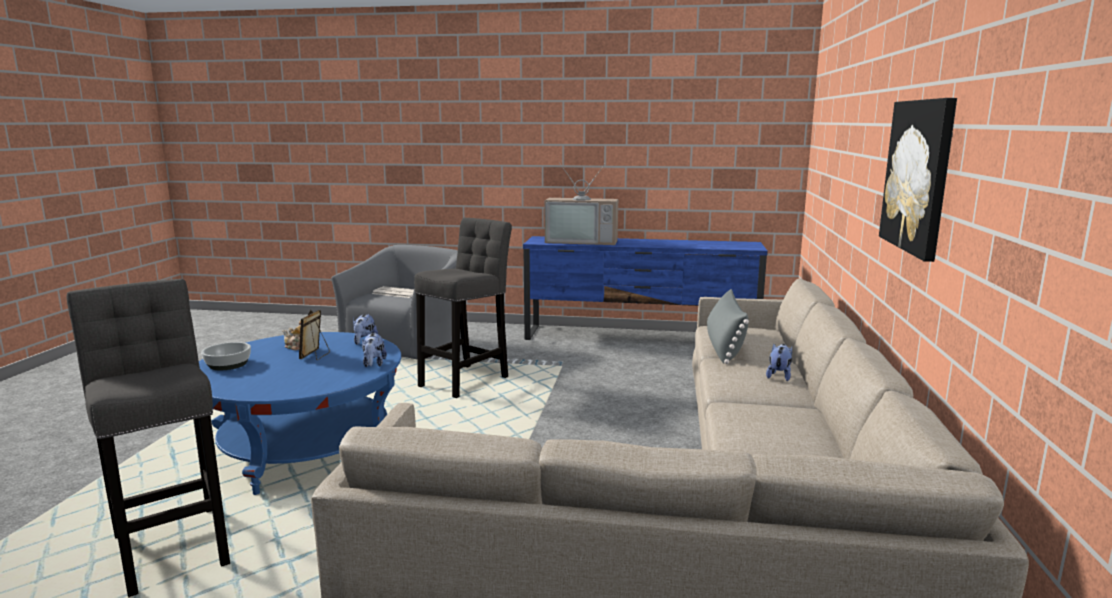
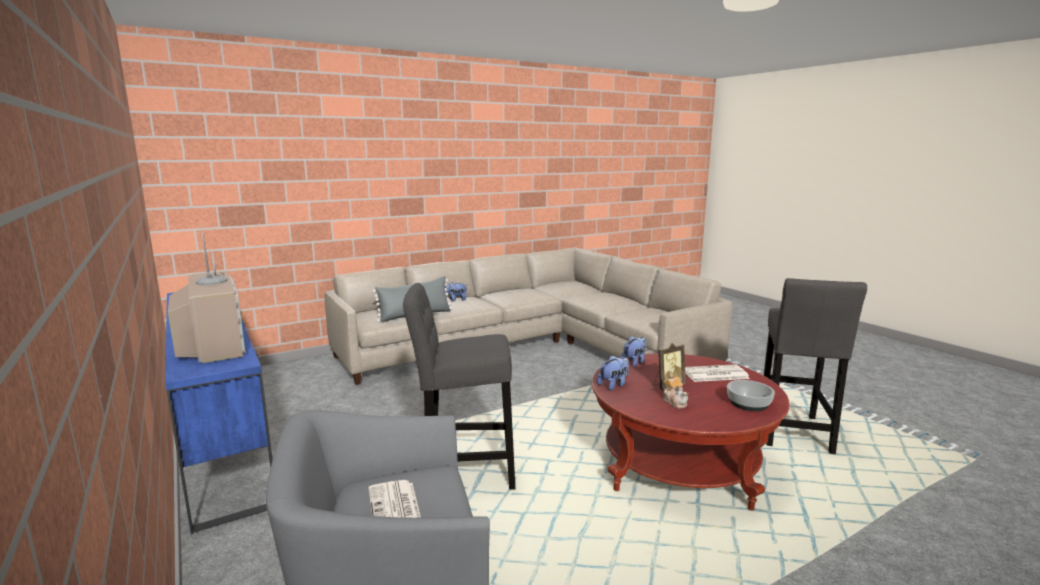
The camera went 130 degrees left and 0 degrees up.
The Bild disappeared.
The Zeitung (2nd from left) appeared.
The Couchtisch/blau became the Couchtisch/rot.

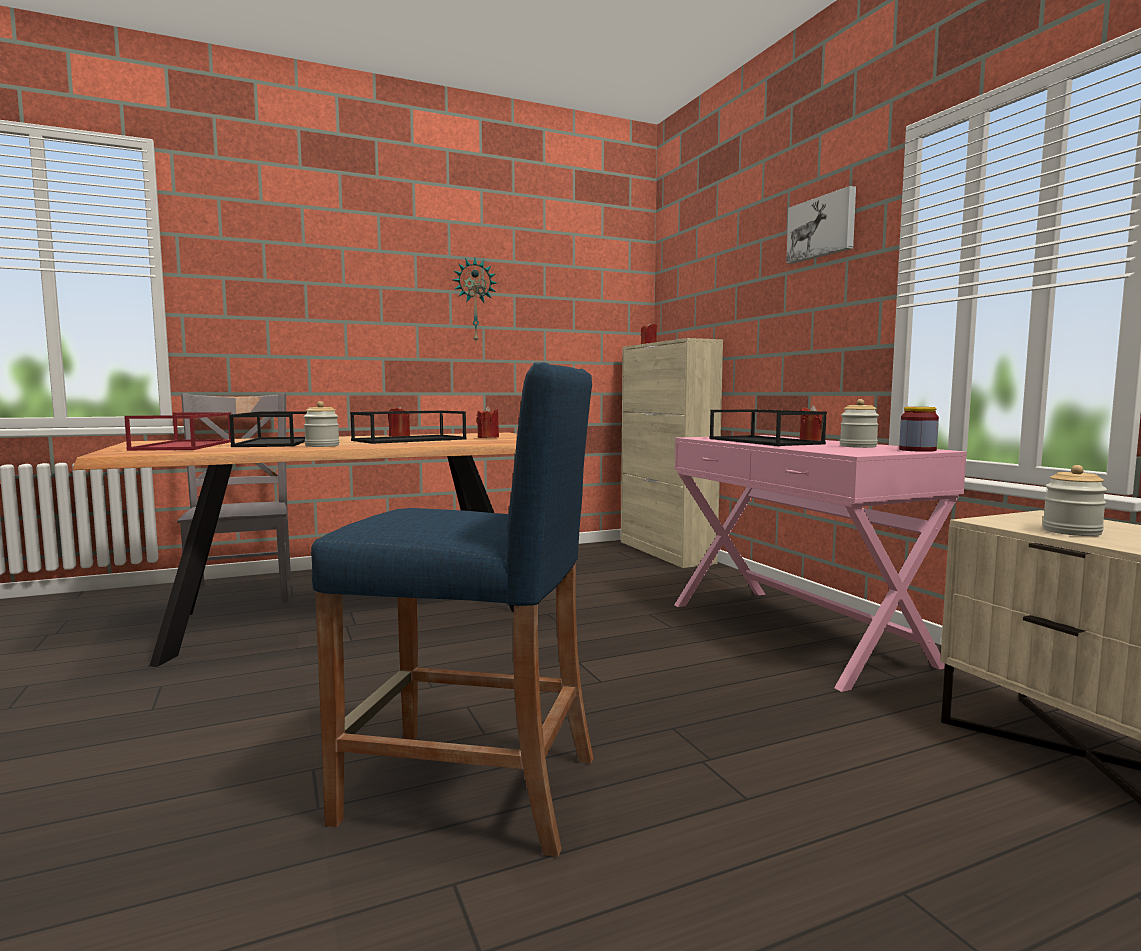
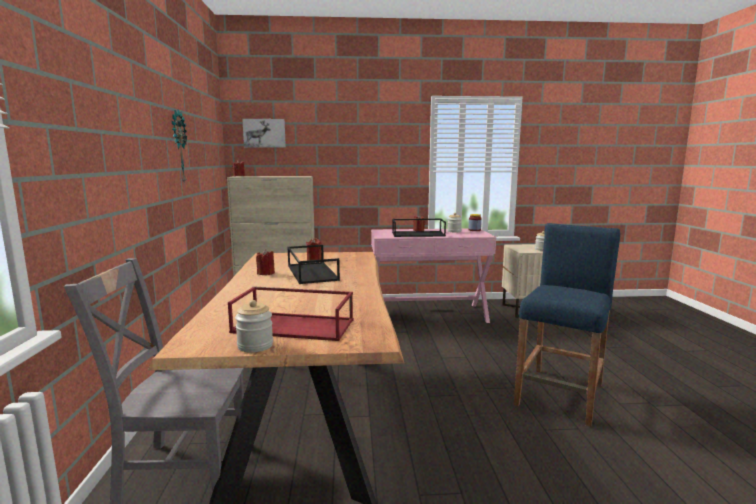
The camera went 70 degrees left and 5 degrees up.
The Tablett/schwarz (1st from left) disappeared.
The Vorratsglas (1st from left) moved.
The Bild moved.

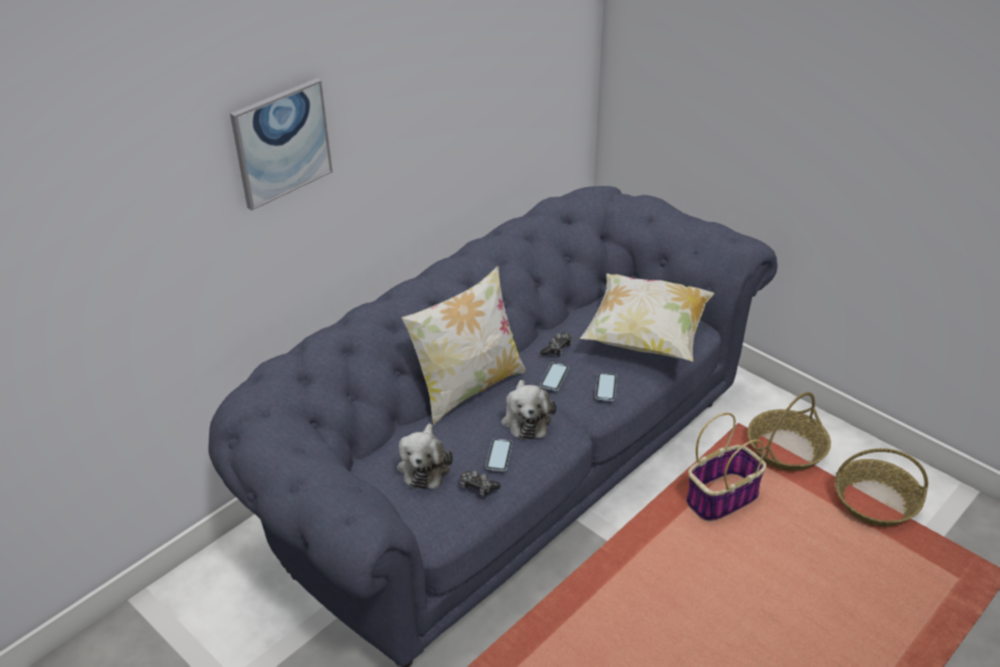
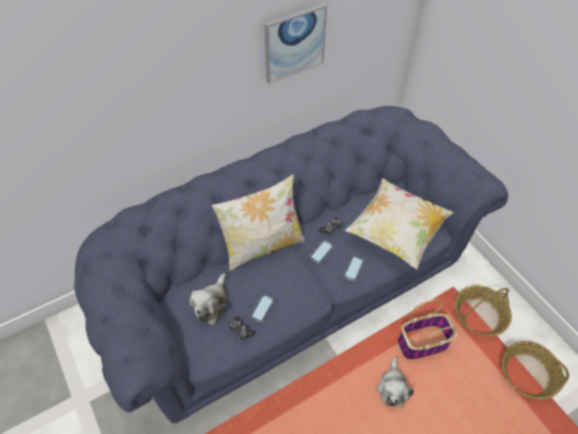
The camera went 15 degrees right and 15 degrees up.
The Bild moved.
The Plüschtier (2nd from left) moved.

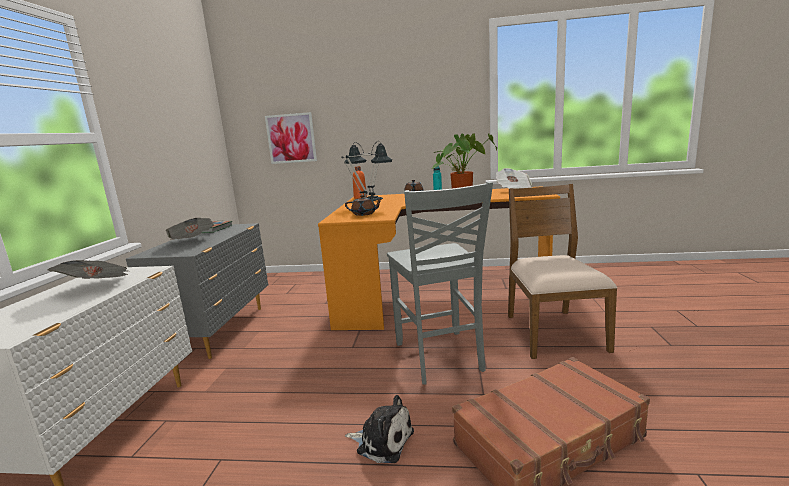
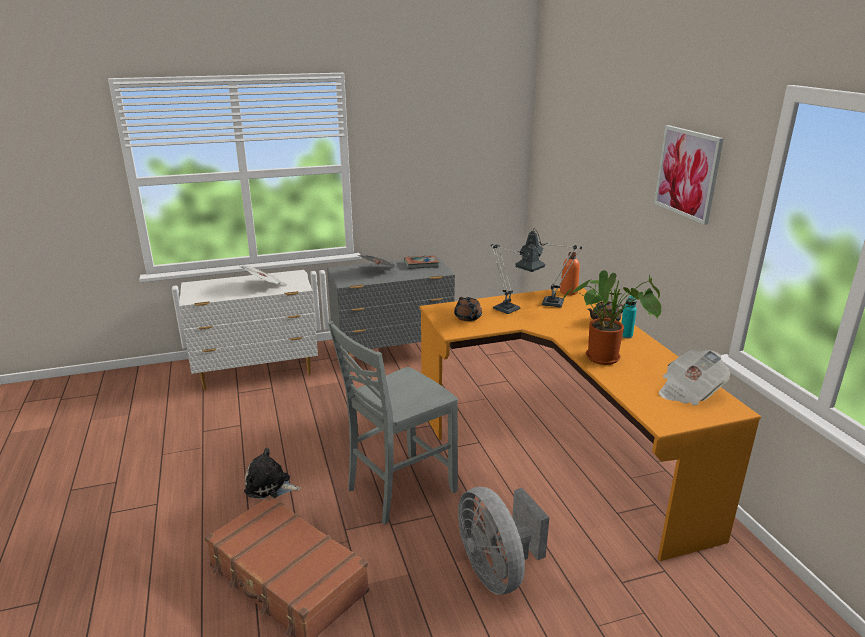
The camera went 65 degrees right and 10 degrees up.
The Bild moved.
The Stuhl/braun was replaced by the Ventilator/grau.
The Plüschtier turned 105 degrees clockwise.

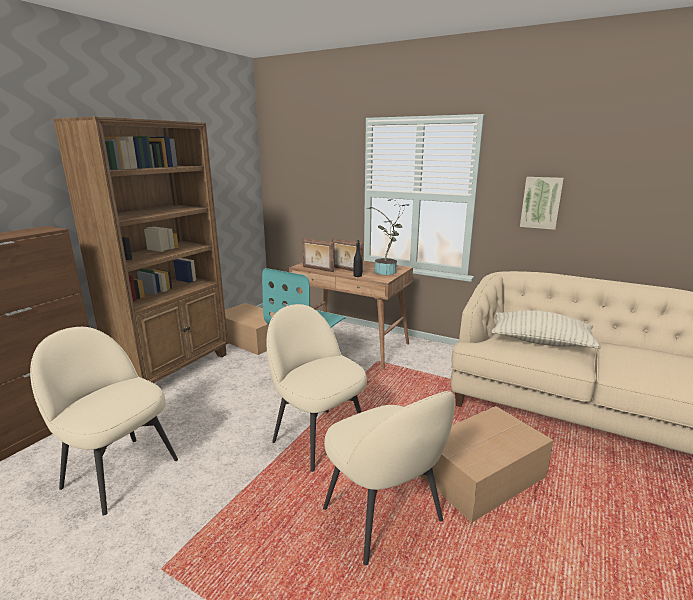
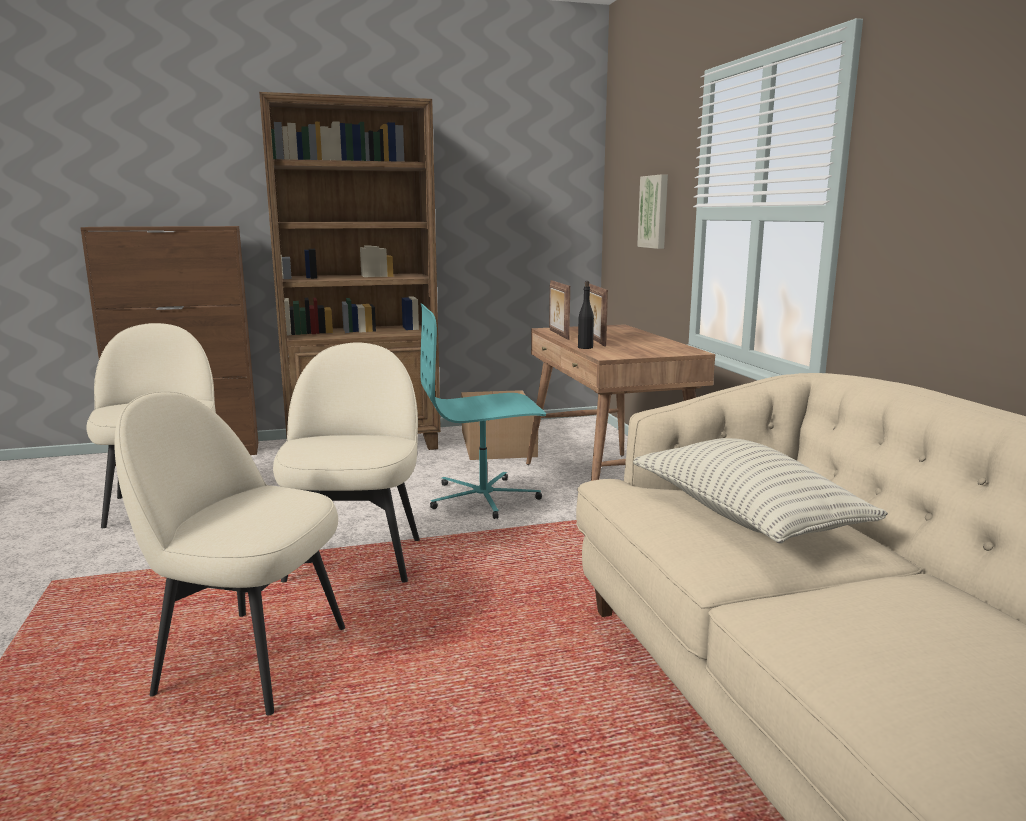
The camera went 45 degrees right and 5 degrees down.
The Topfpflanze disappeared.
The Karton (2nd from left) disappeared.
The Bild moved.
The Stuhl/beige (3rd from left in the first image) turned 90 degrees clockwise.

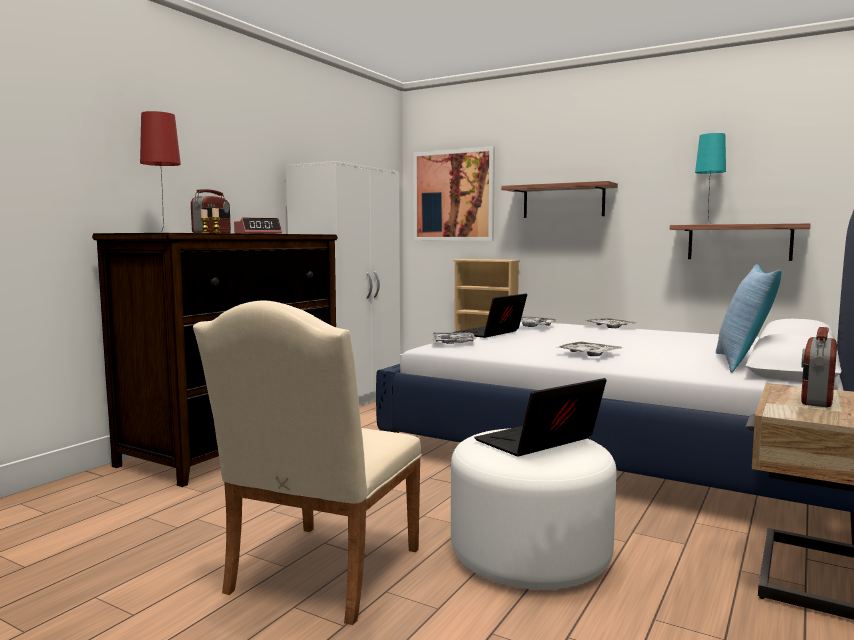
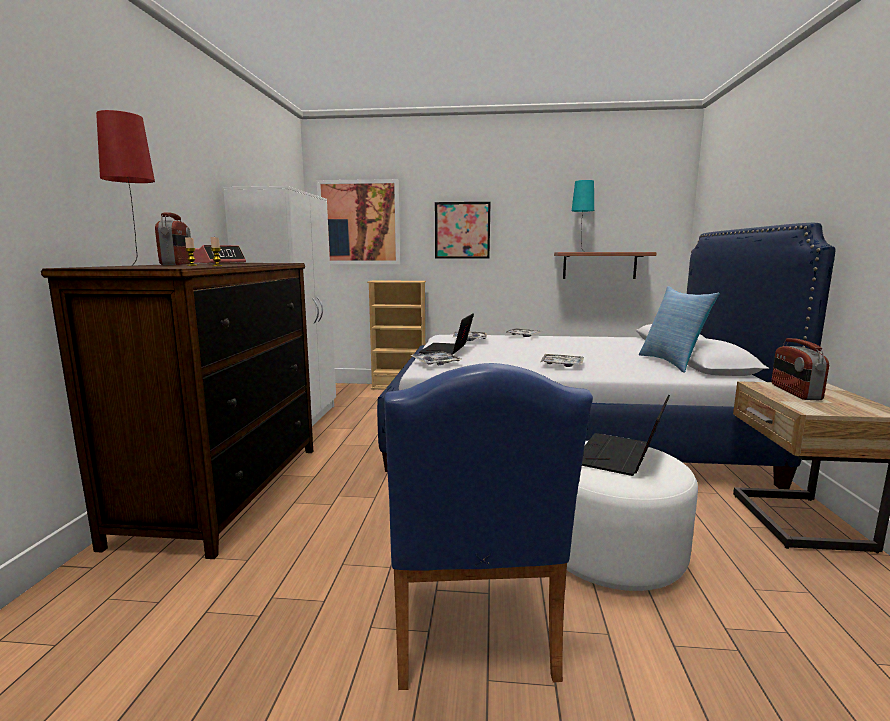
The camera went 25 degrees left and 5 degrees up.
The Wandregal (1st from left) was replaced by the Bild (2nd from left).
The Stuhl/beige became the Stuhl/blau.

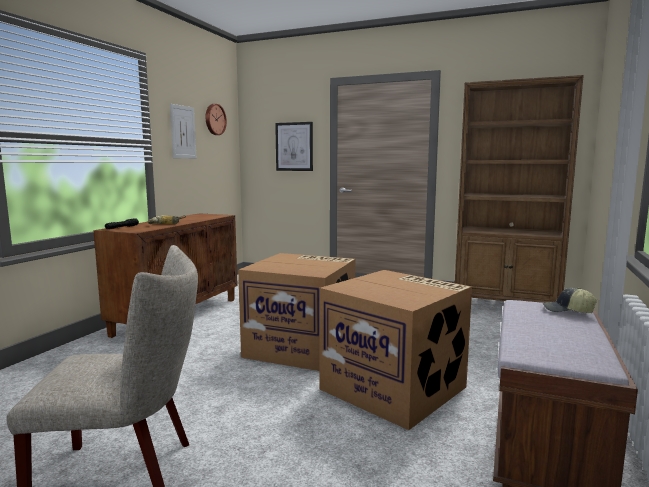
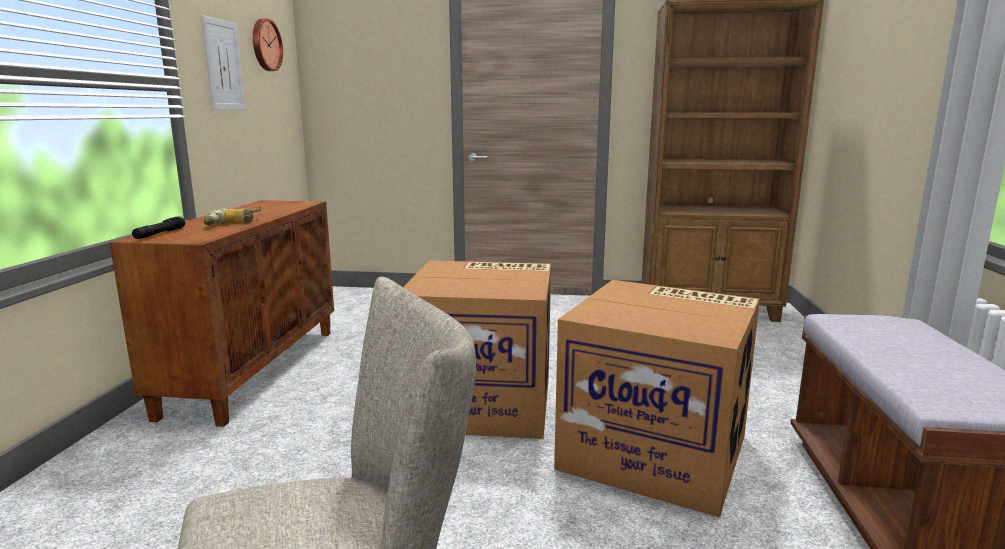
The camera went 15 degrees left and 5 degrees up.
The Bild (2nd from left) disappeared.
The Kappe disappeared.

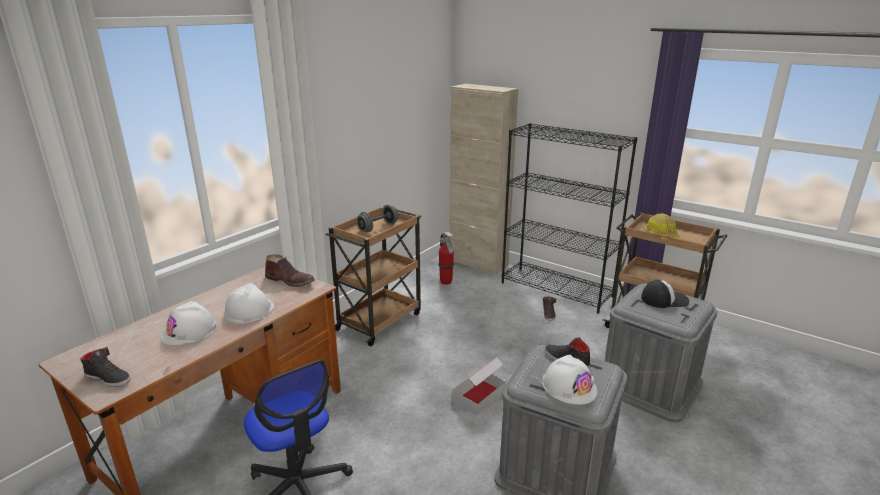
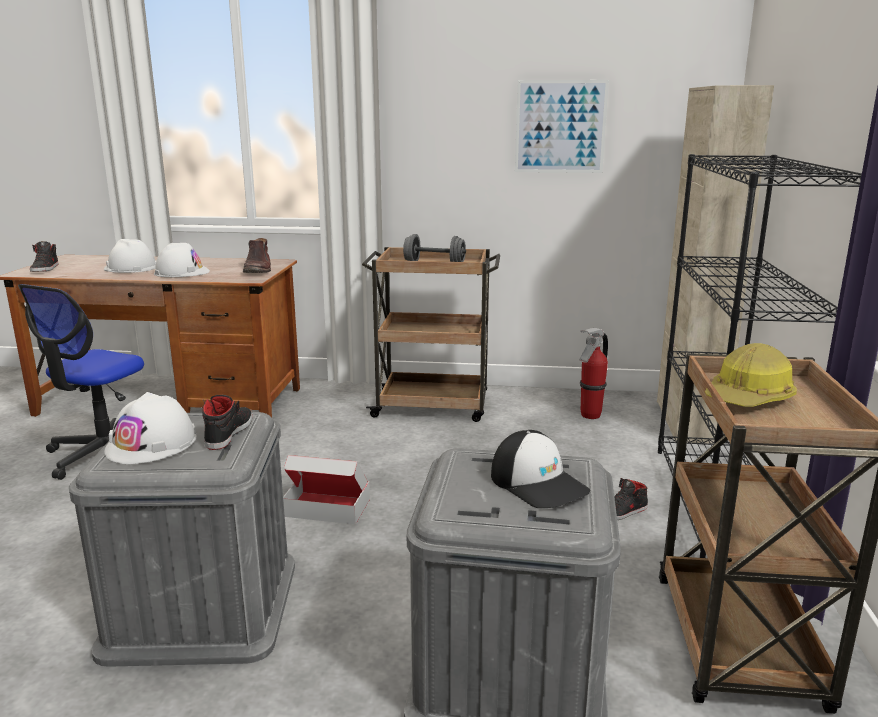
The camera went 60 degrees right and 5 degrees down.
The Bild appeared.

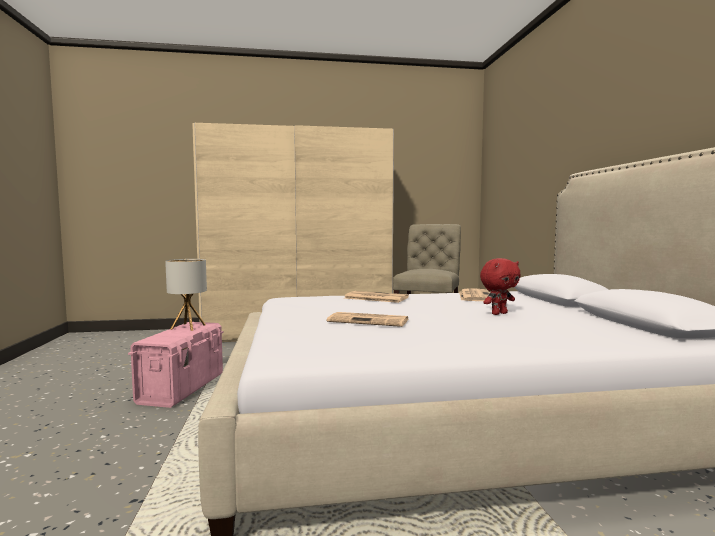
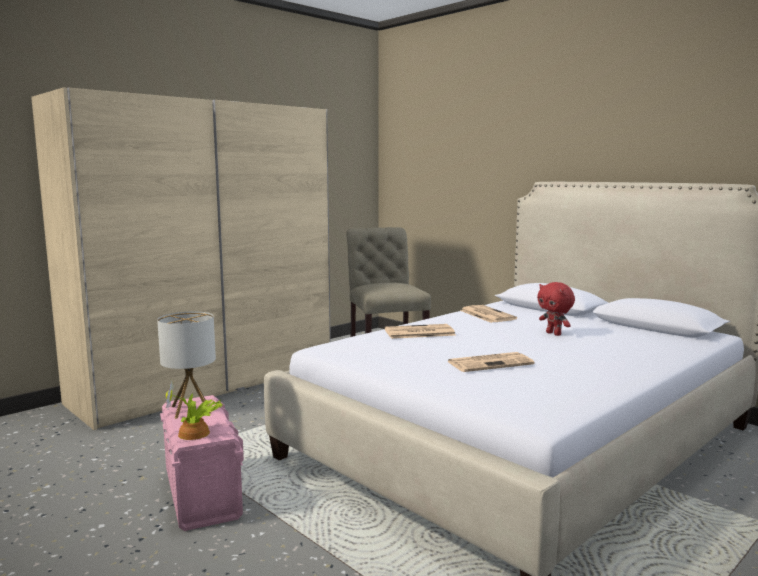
The camera went 35 degrees left and 5 degrees up.
The Topfpflanze appeared.
The Plüschtier/rot turned 120 degrees clockwise.

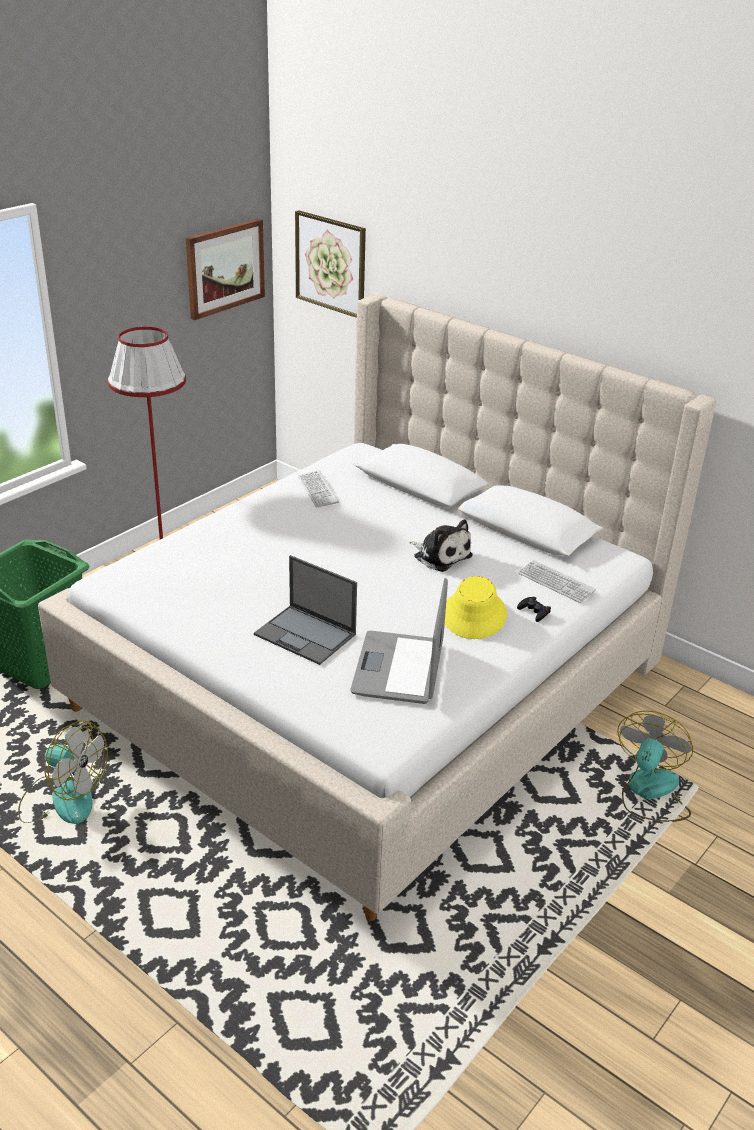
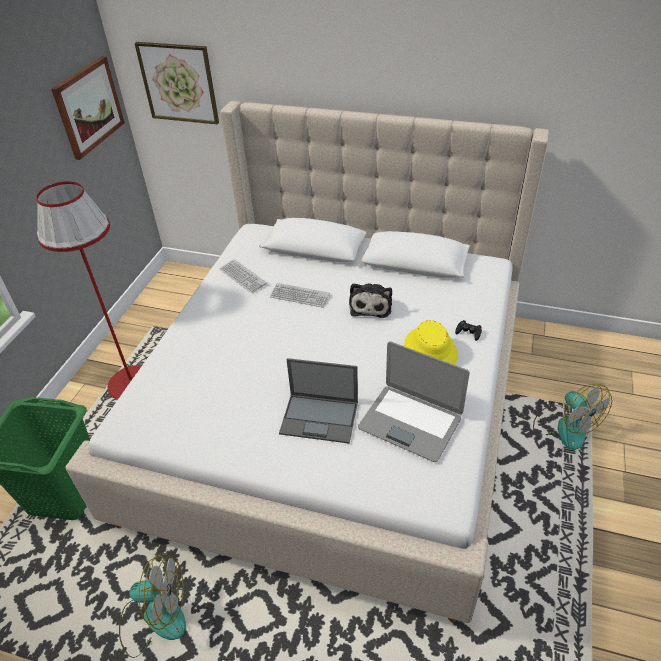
The camera went 20 degrees left and 10 degrees up.
The Tastatur (2nd from left) moved.
The Laptop (2nd from left) turned 45 degrees counterclockwise.
The Plüschtier turned 75 degrees clockwise.
The Ventilator (2nd from left) turned 150 degrees clockwise.

